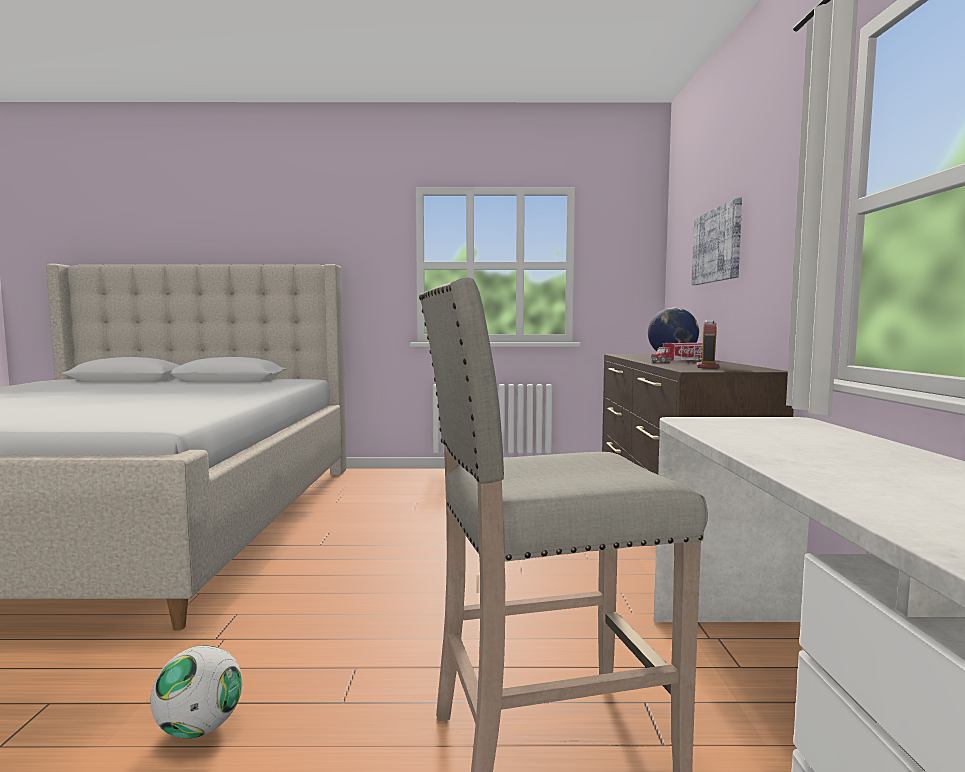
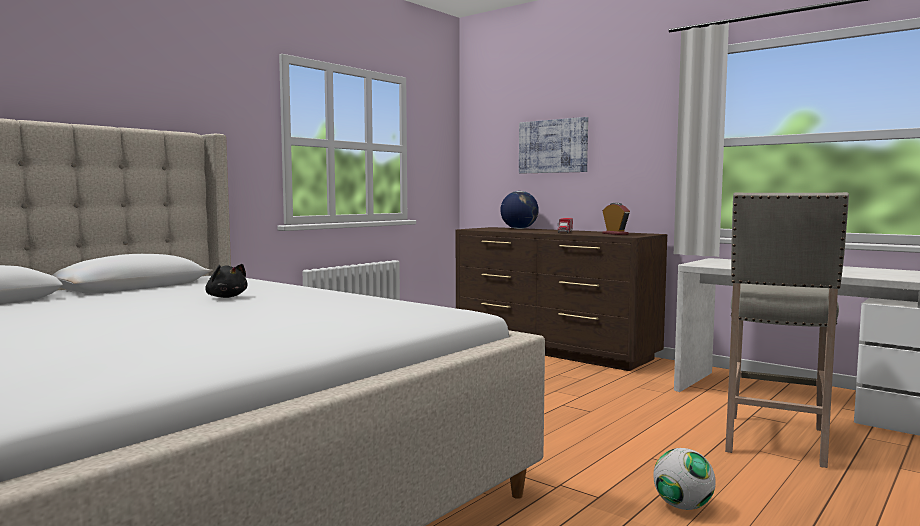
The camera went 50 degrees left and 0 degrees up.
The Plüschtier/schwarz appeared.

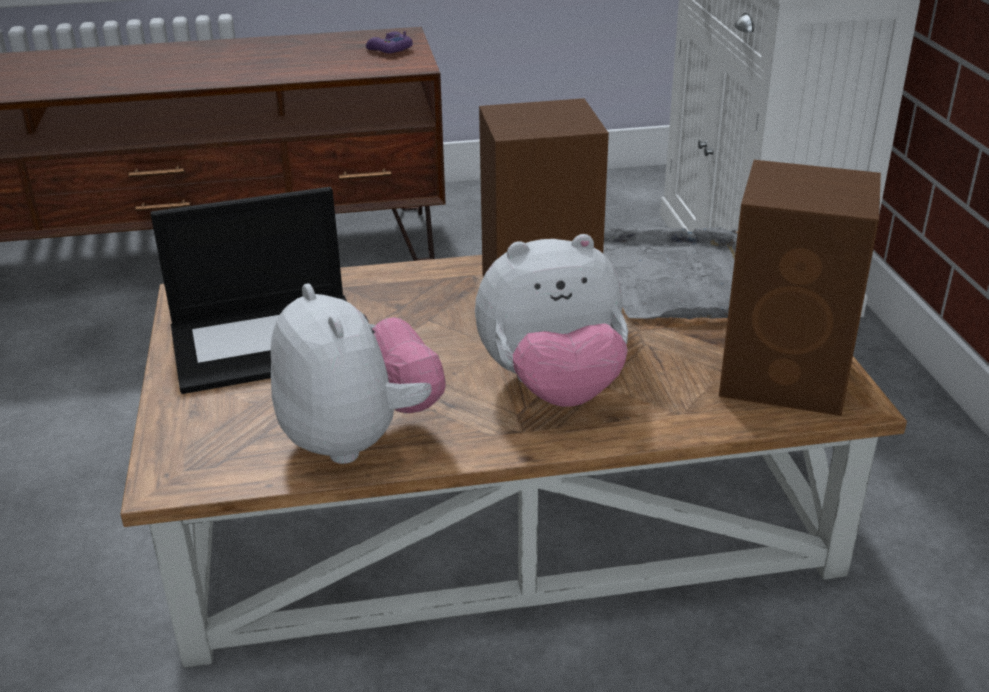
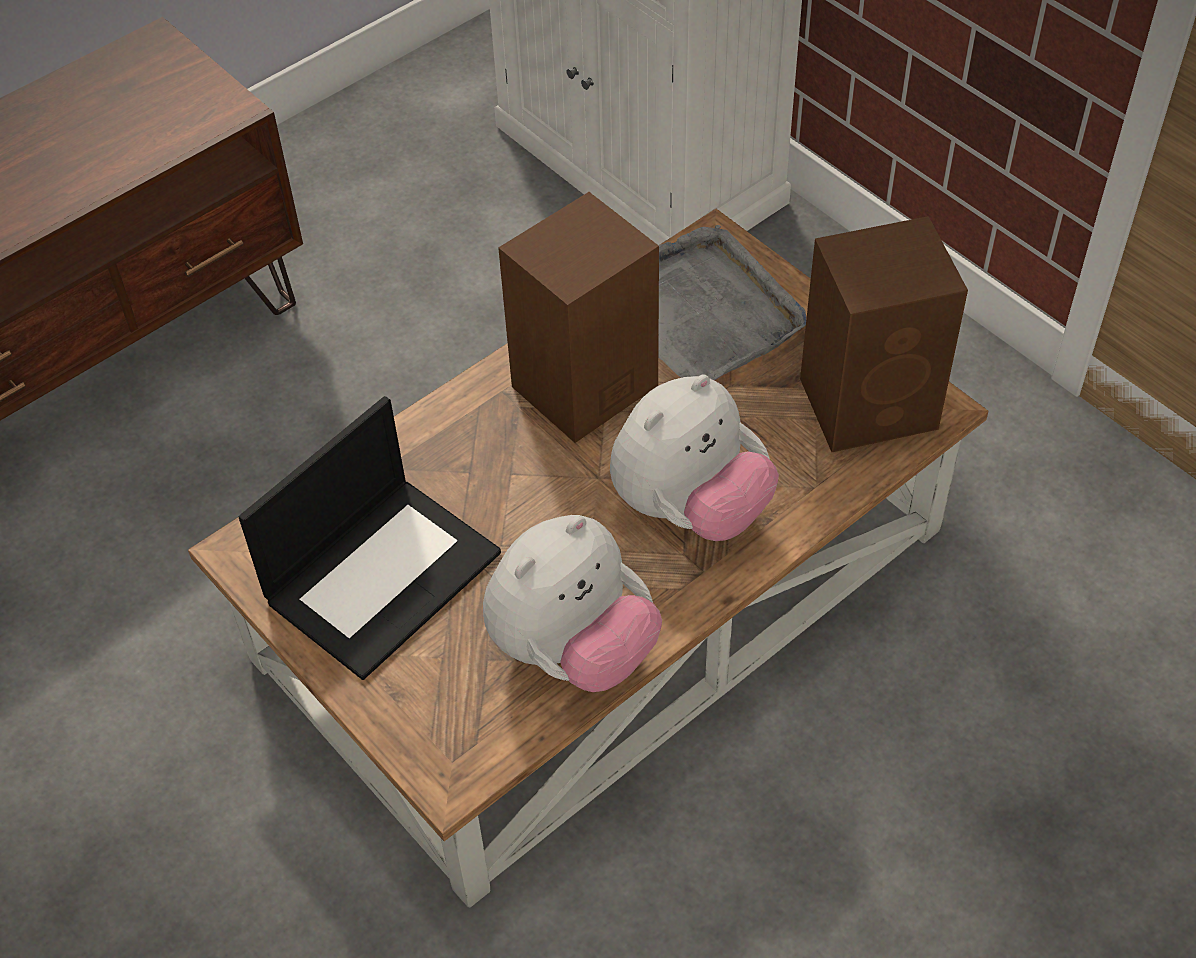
The camera went 30 degrees left and 20 degrees up.
The Gamepad/lila disappeared.
The Plüschtier (1st from left) turned 105 degrees clockwise.

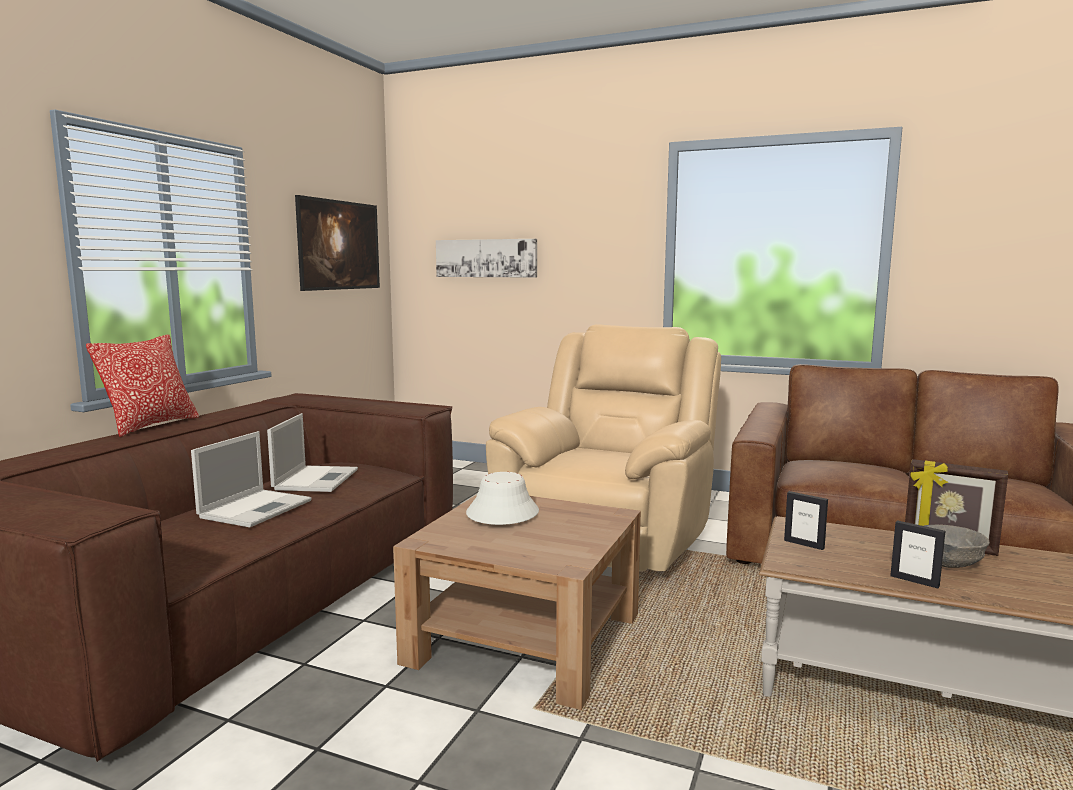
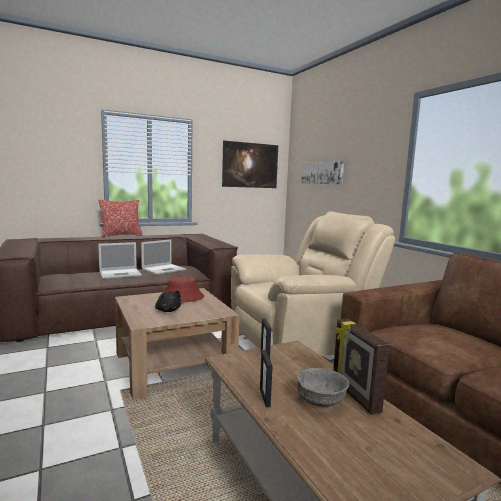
The camera went 40 degrees right and 0 degrees up.
The Plüschtier/schwarz appeared.
The Hut/weiß became the Hut/rot.

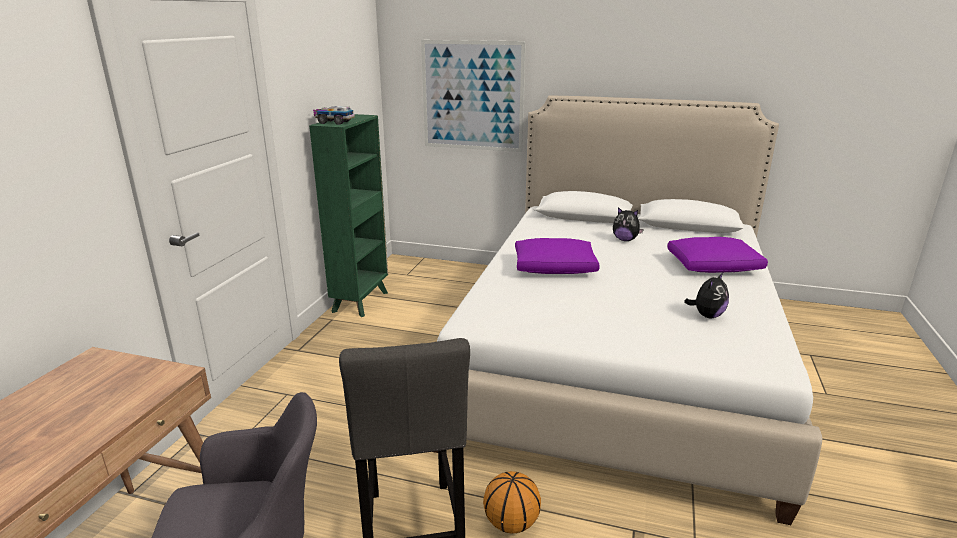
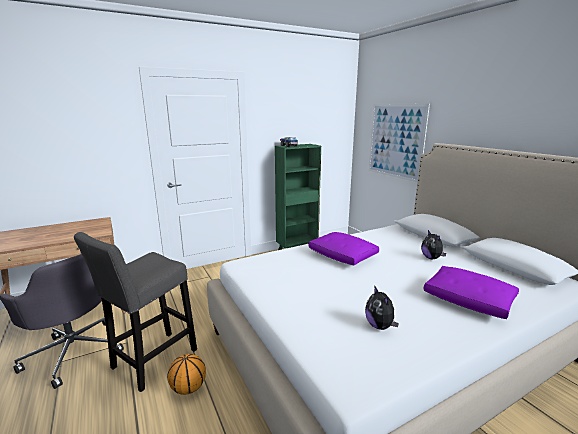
The camera went 45 degrees right and 5 degrees down.
The Plüschtier (2nd from left in the first image) turned 75 degrees clockwise.

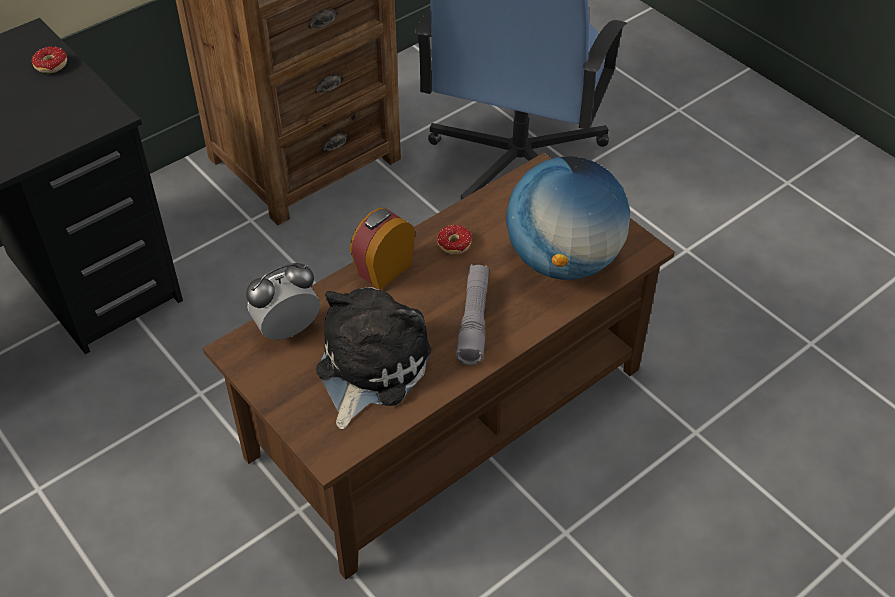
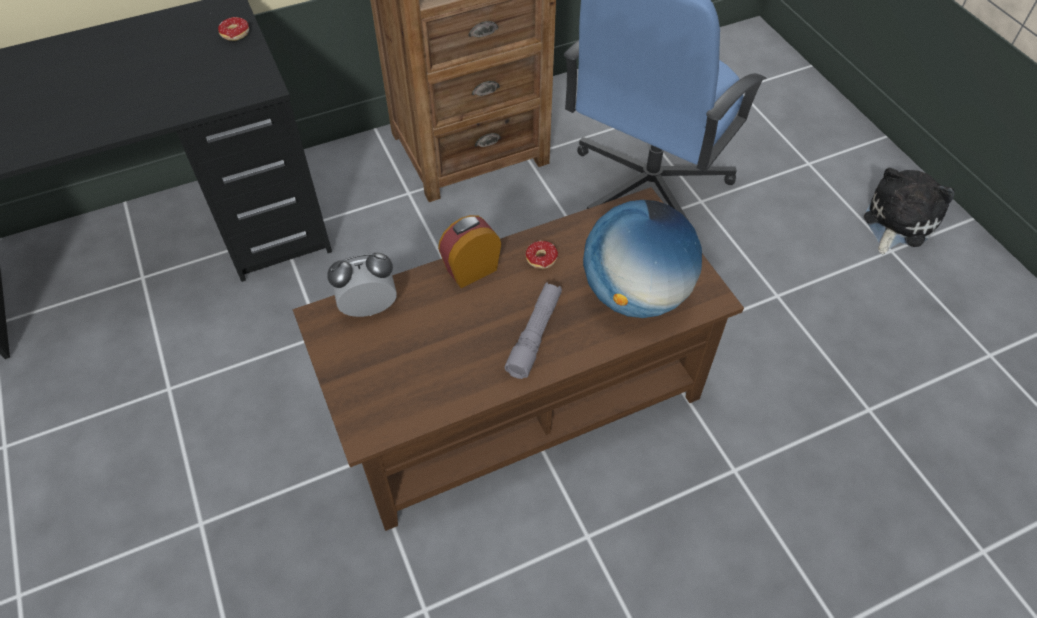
The camera went 15 degrees right and 5 degrees up.
The Plüschtier moved.

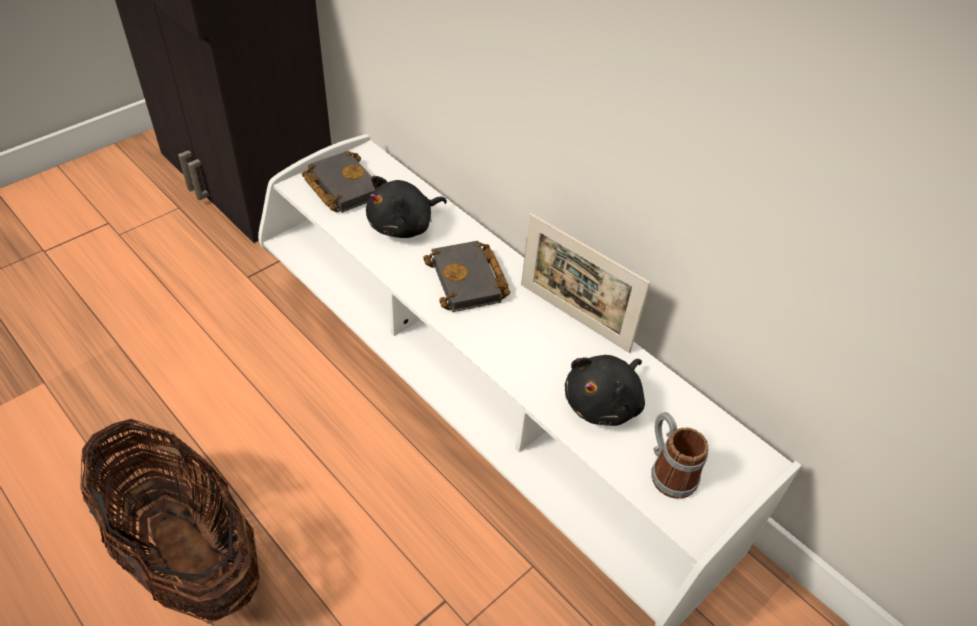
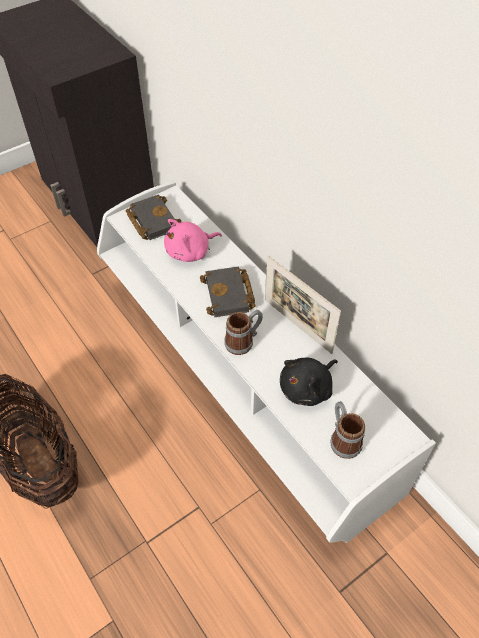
The camera went 10 degrees right and 5 degrees up.
The Henkelbecher (1st from left) appeared.
The Plüschtier/schwarz (1st from left) became the Plüschtier/rosa.

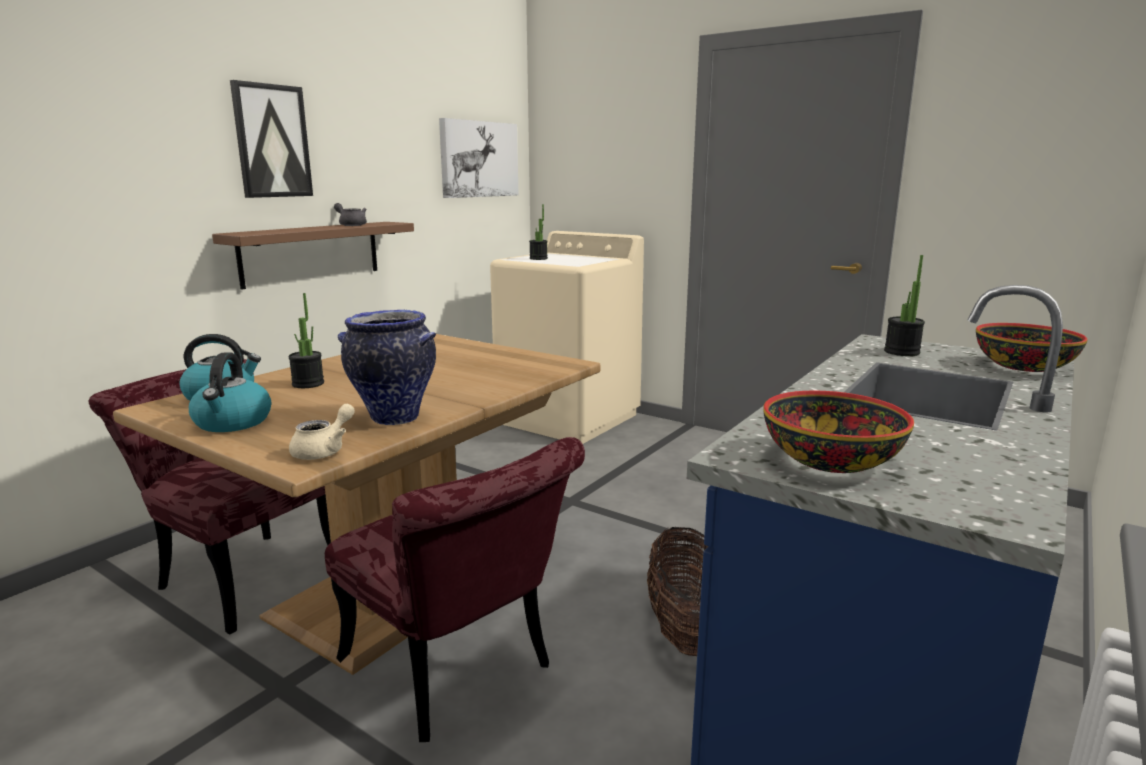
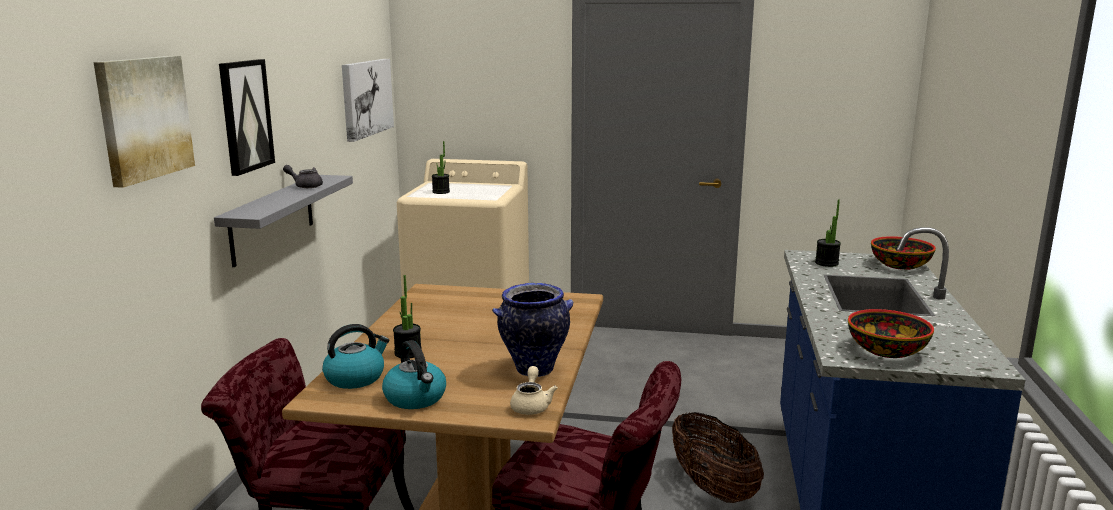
The camera went 25 degrees left and 0 degrees up.
The Bild (1st from left) appeared.
The Wandregal/braun became the Wandregal/grau.

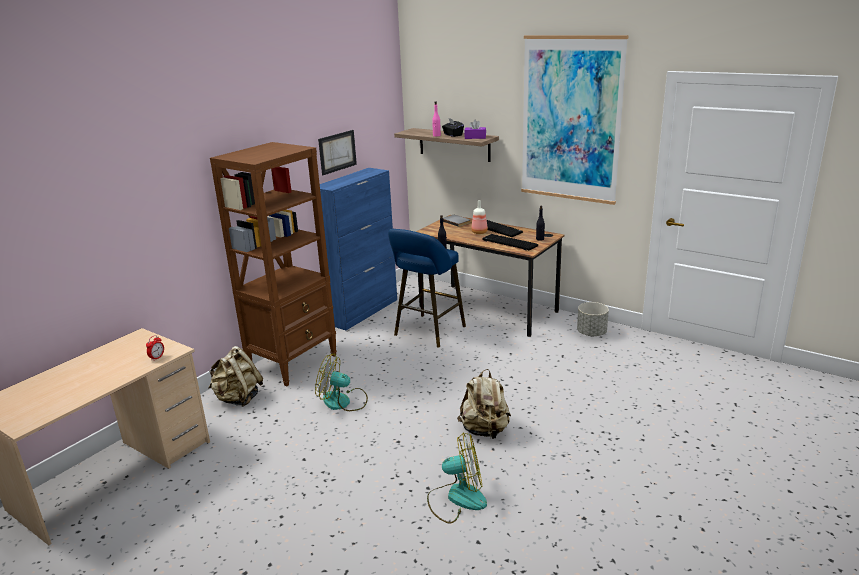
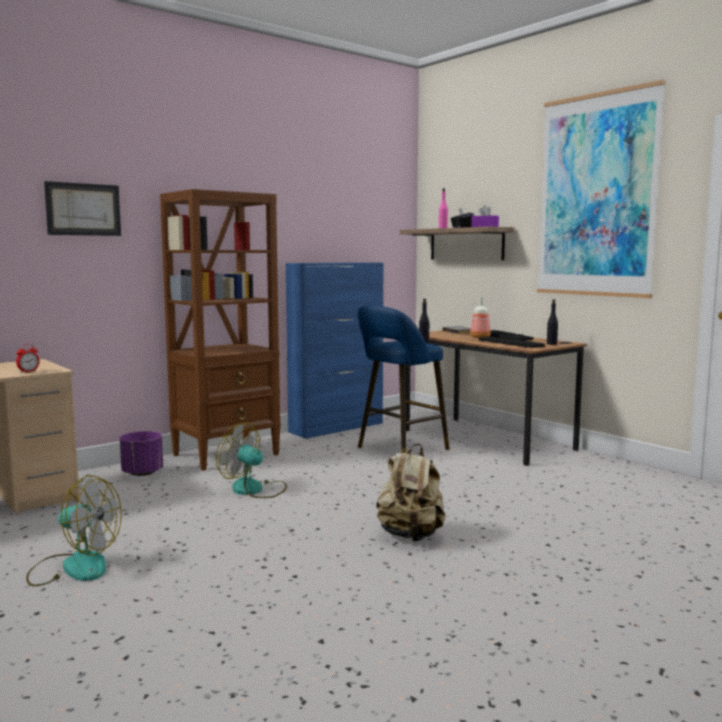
The camera went 15 degrees right and 15 degrees down.
The Pflanzkübel/grau disappeared.
The Bild (1st from left) moved.
The Ventilator (2nd from left in the first image) moved.
The Rucksack/beige (1st from left) was replaced by the Pflanzkübel/lila.

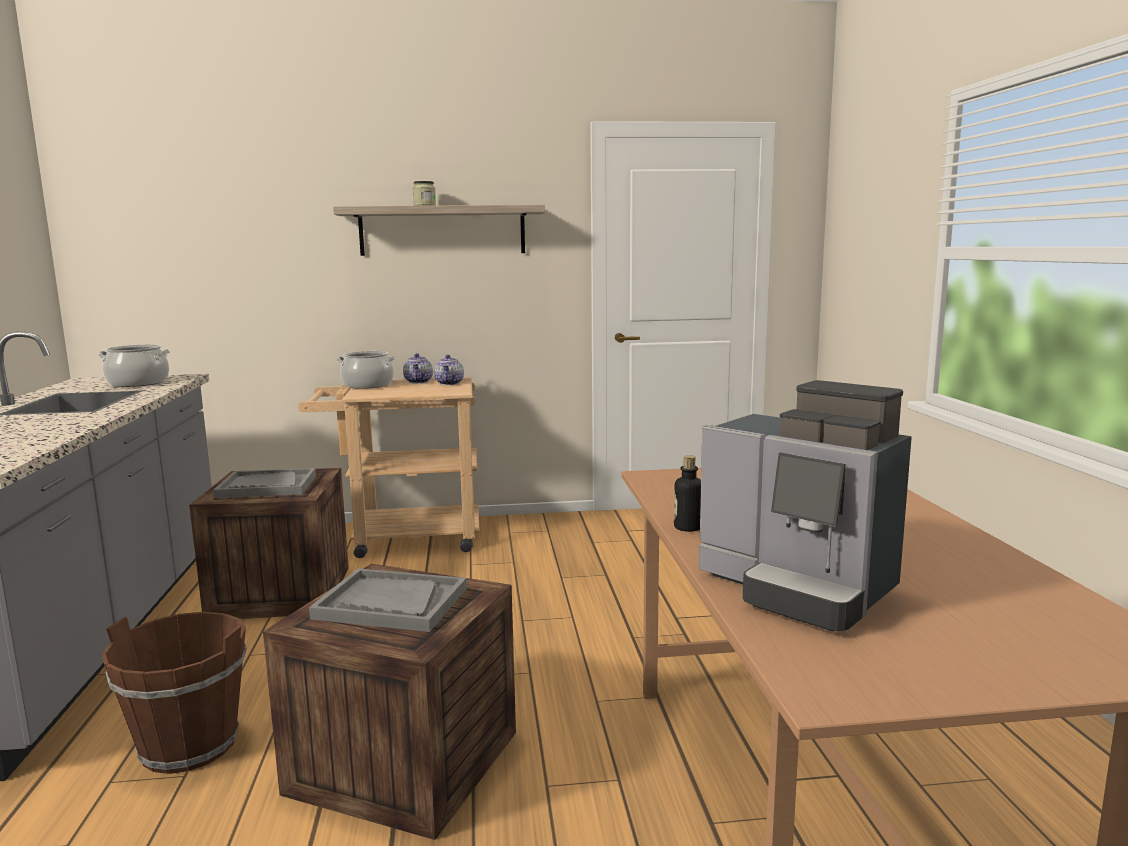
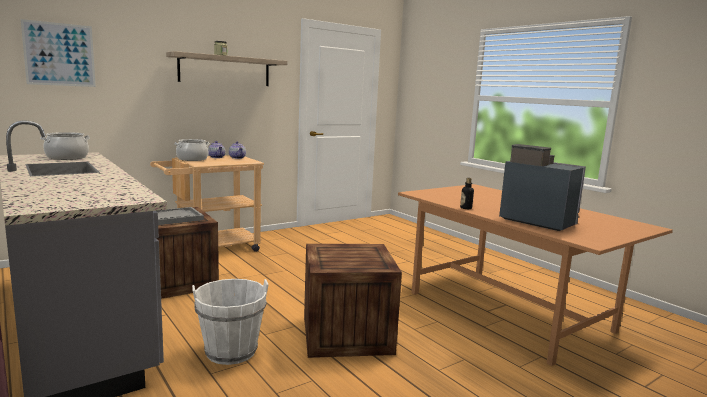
The camera went 30 degrees left and 0 degrees up.
The Tablett/grau (2nd from left) disappeared.
The Bild appeared.
The Eimer/braun became the Eimer/weiß.
The Kaffeemaschine turned 150 degrees counterclockwise.

